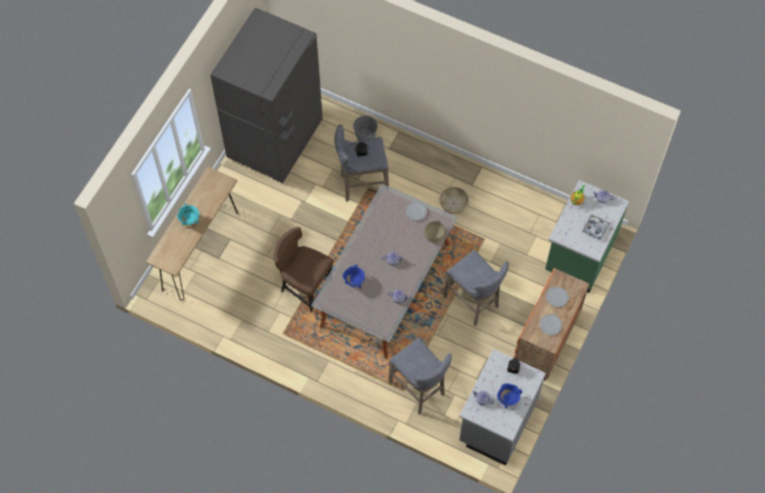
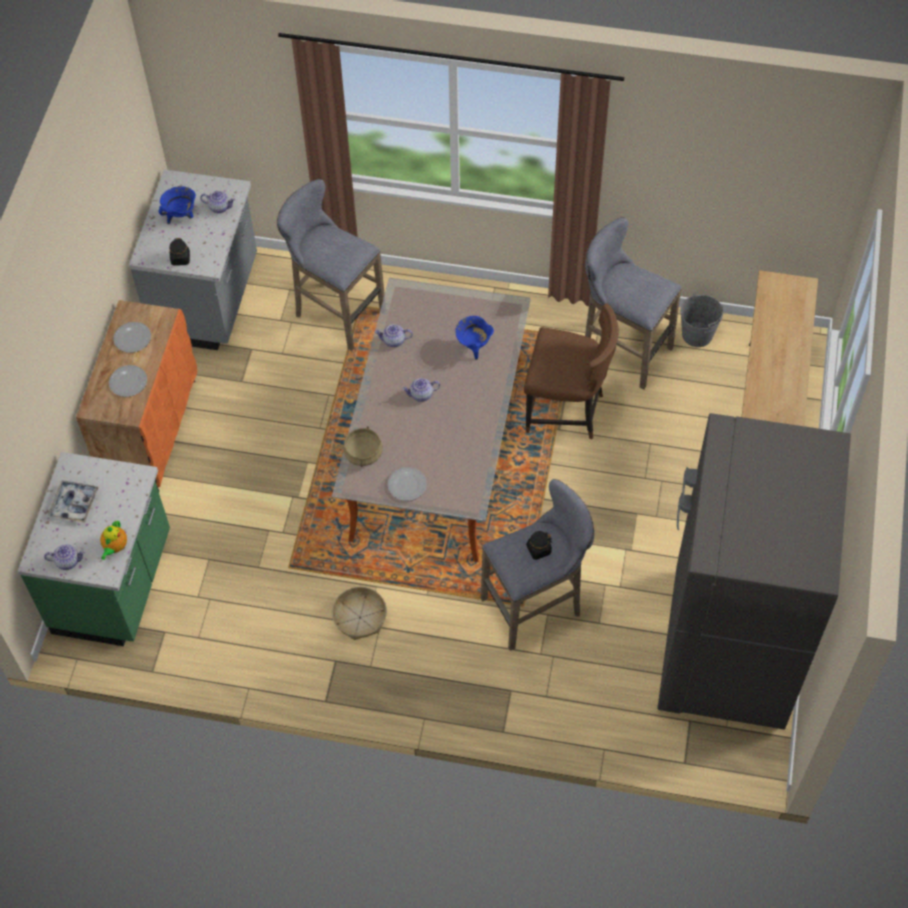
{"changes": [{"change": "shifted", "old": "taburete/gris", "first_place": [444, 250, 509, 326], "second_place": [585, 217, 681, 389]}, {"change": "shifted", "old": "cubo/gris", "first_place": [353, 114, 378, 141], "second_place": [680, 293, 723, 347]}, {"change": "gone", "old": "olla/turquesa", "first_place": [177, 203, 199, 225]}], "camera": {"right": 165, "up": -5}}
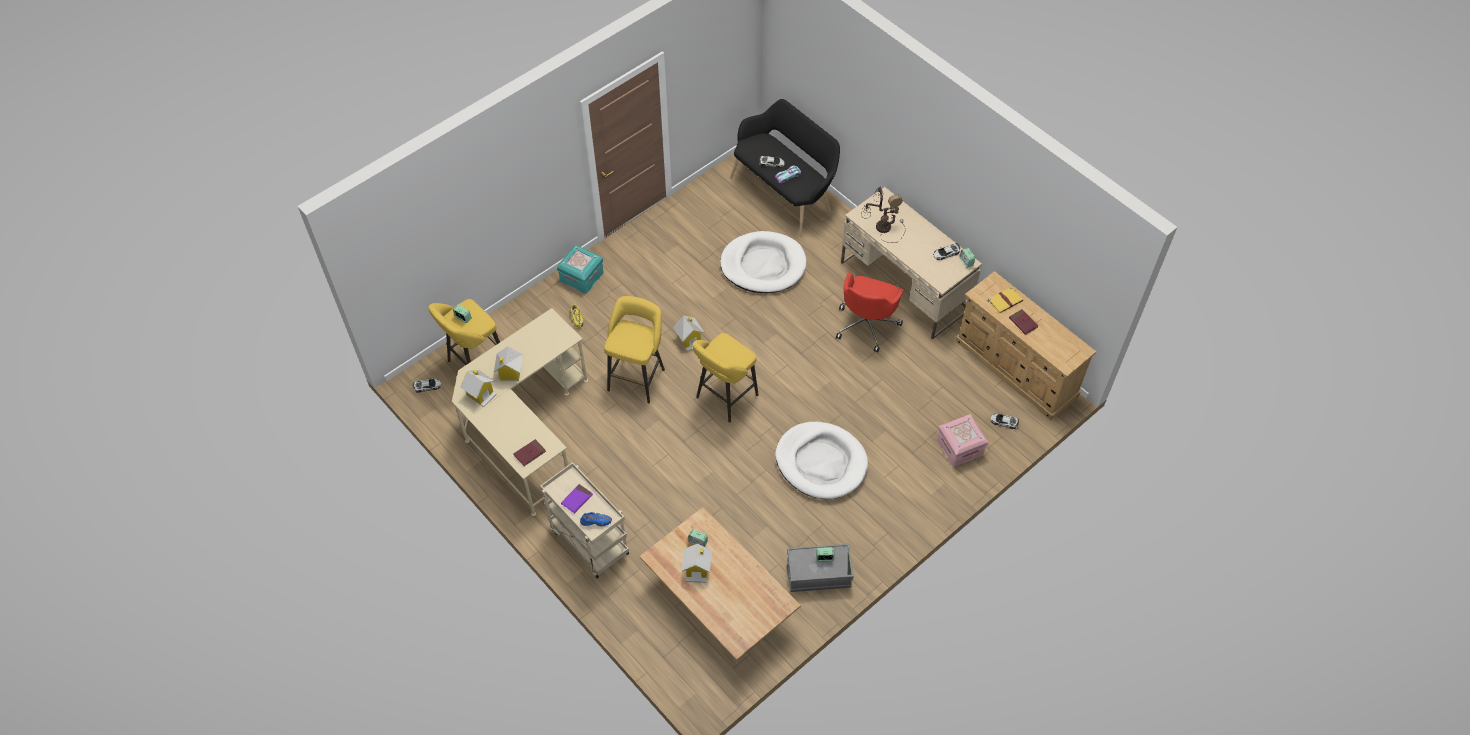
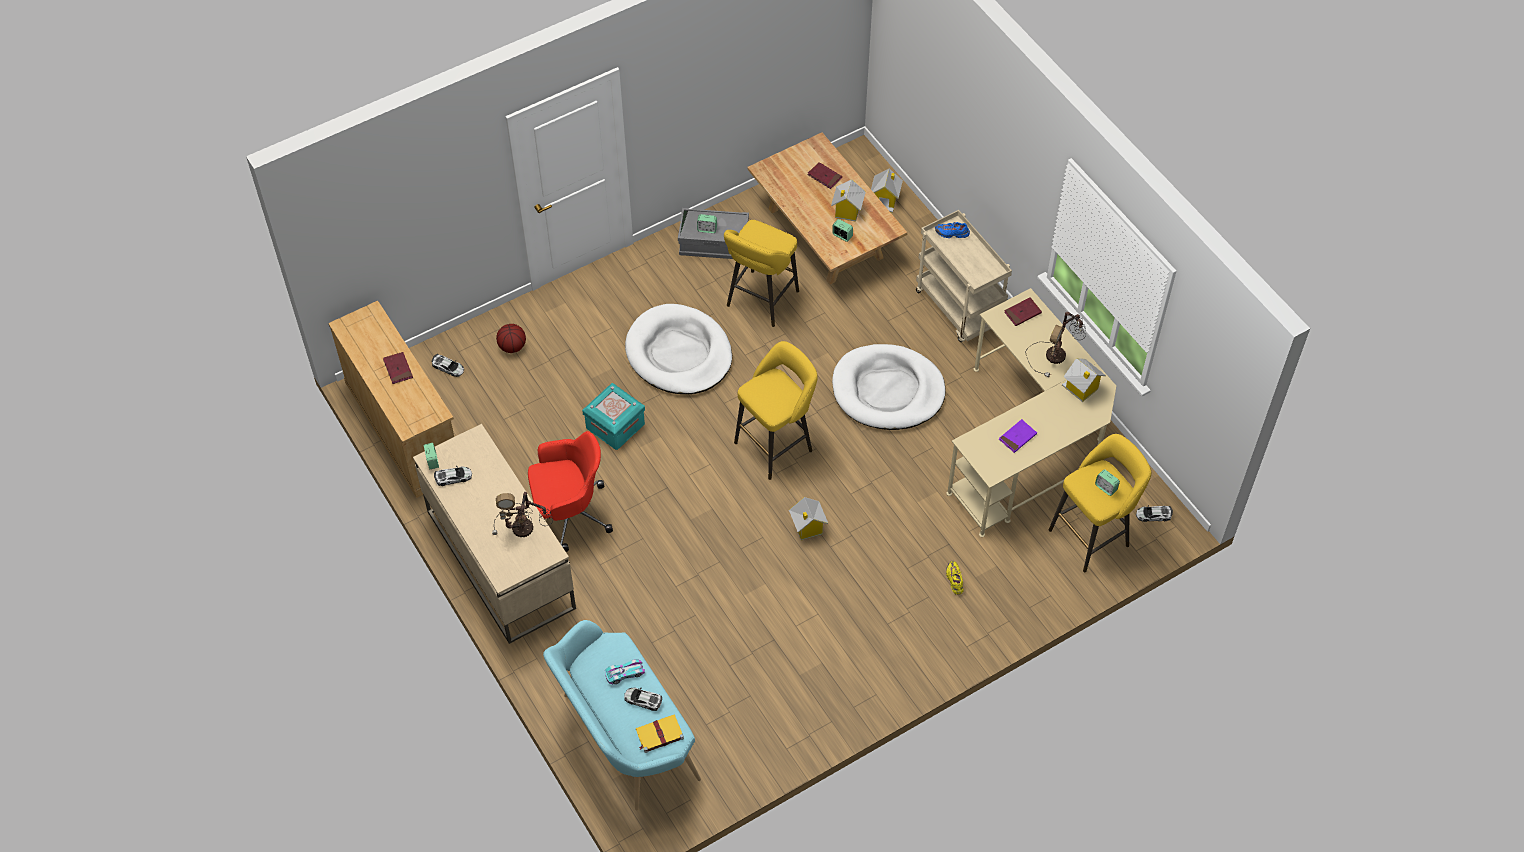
{"changes": [{"change": "swapped", "old": "caja de almacenaje/rosa", "new": "balón de baloncesto", "first_place": [937, 414, 988, 467], "second_place": [496, 324, 526, 353]}, {"change": "rotated", "old": "silla de oficina/rojo", "first_place": [836, 272, 904, 352], "second_place": [528, 431, 613, 552], "degrees": 45}, {"change": "repainted", "old": "banco/negro", "new": "banco/turquesa", "first_place": [730, 99, 840, 238], "second_place": [543, 620, 701, 811]}, {"change": "shifted", "old": "caja de almacenaje/turquesa", "first_place": [557, 245, 604, 294], "second_place": [582, 383, 645, 450]}, {"change": "shifted", "old": "libro/amarillo", "first_place": [988, 287, 1023, 313], "second_place": [636, 714, 684, 753]}, {"change": "shifted", "old": "taburete/amarillo", "first_place": [604, 296, 665, 403], "second_place": [724, 220, 799, 327]}, {"change": "new", "new": "libro/rojo", "second_place": [807, 162, 842, 189]}, {"change": "shifted", "old": "cama para perro/blanco", "first_place": [720, 231, 807, 293], "second_place": [832, 344, 946, 430]}, {"change": "shifted", "old": "casita", "first_place": [494, 347, 523, 381], "second_place": [871, 169, 903, 213]}, {"change": "shifted", "old": "libro/morado", "first_place": [561, 484, 593, 513], "second_place": [999, 419, 1037, 453]}, {"change": "new", "new": "lámpara de mesa", "second_place": [1026, 312, 1086, 377]}], "camera": {"right": -170, "up": 0}}
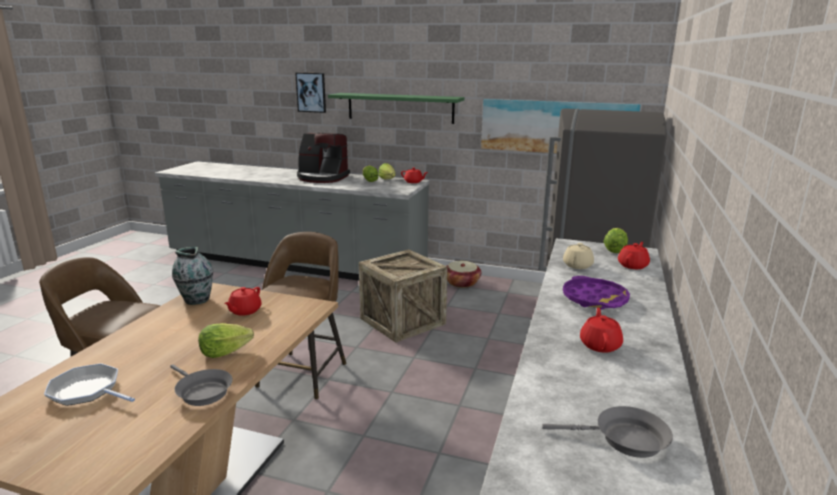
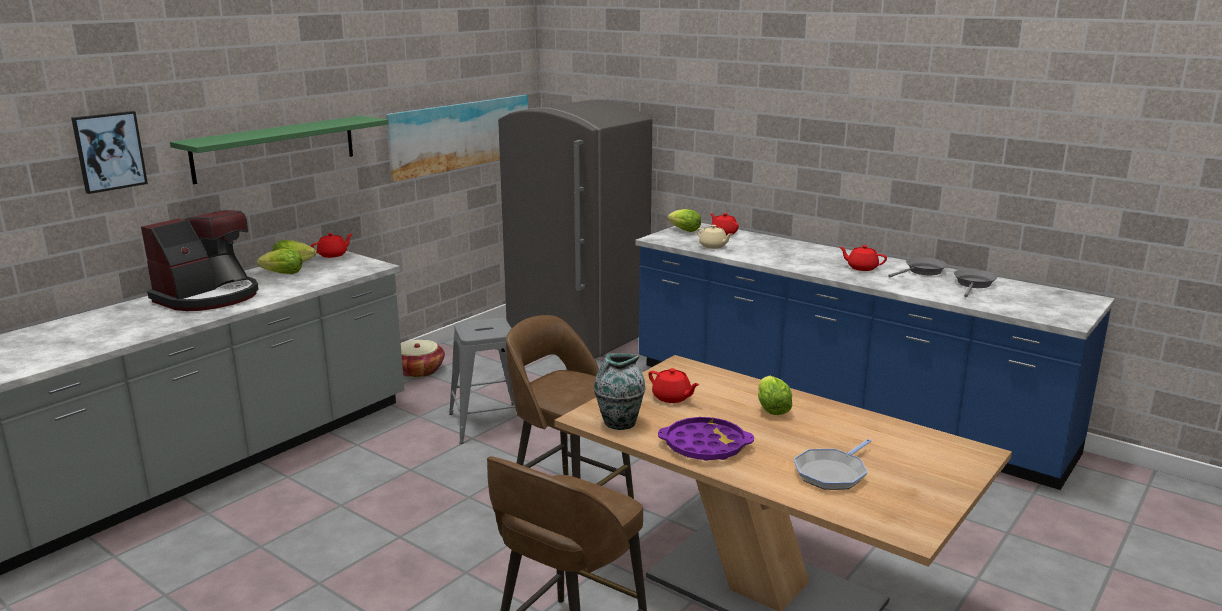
{"changes": [{"change": "swapped", "old": "caja de embalaje", "new": "taburete/gris", "first_place": [359, 249, 448, 343], "second_place": [449, 318, 524, 444]}, {"change": "shifted", "old": "bandeja/morado", "first_place": [563, 276, 630, 310], "second_place": [658, 417, 754, 461]}, {"change": "shifted", "old": "sartén/gris", "first_place": [170, 364, 233, 406], "second_place": [888, 257, 947, 278]}], "camera": {"right": -70, "up": 0}}
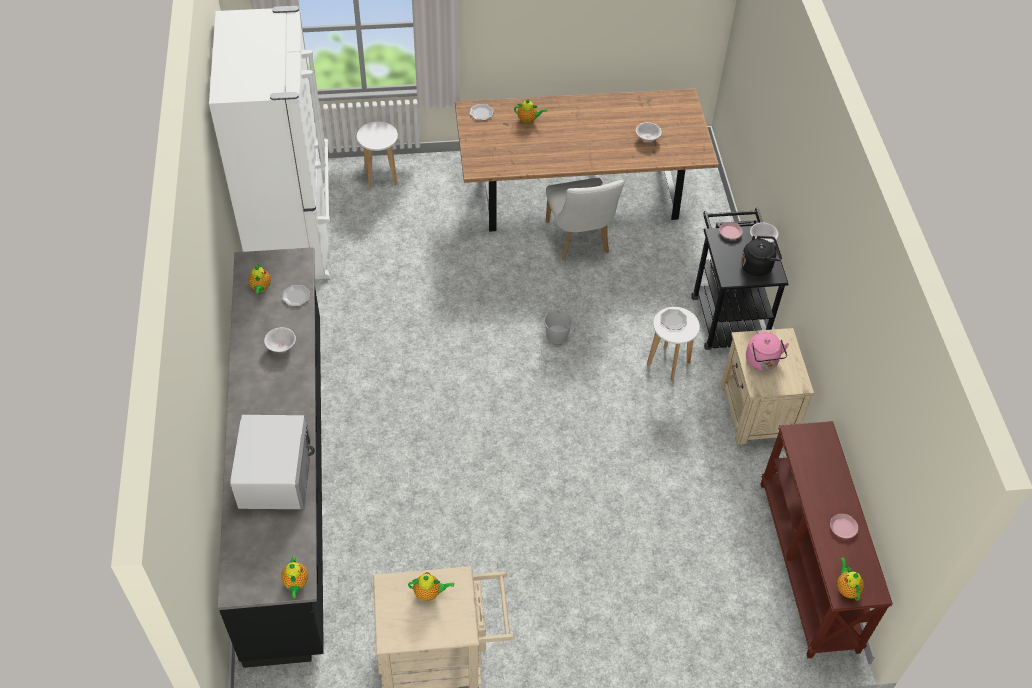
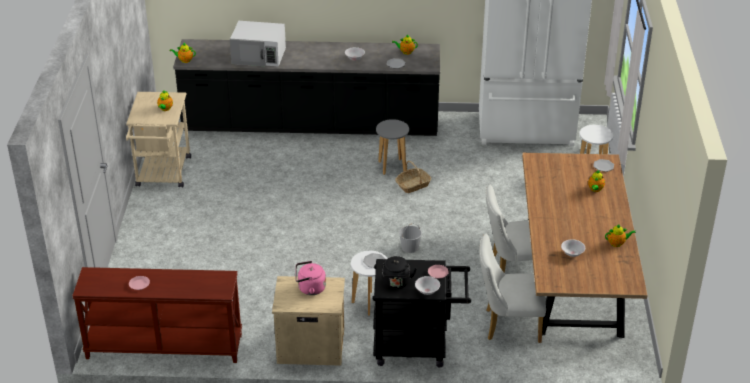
{"changes": [{"change": "new", "new": "taburete/gris", "second_place": [376, 119, 409, 175]}, {"change": "new", "new": "cesta", "second_place": [396, 161, 431, 193]}, {"change": "new", "new": "silla/blanco", "second_place": [479, 234, 546, 343]}, {"change": "shifted", "old": "tetera", "first_place": [837, 557, 864, 601], "second_place": [605, 224, 636, 247]}], "camera": {"right": 100, "up": -15}}
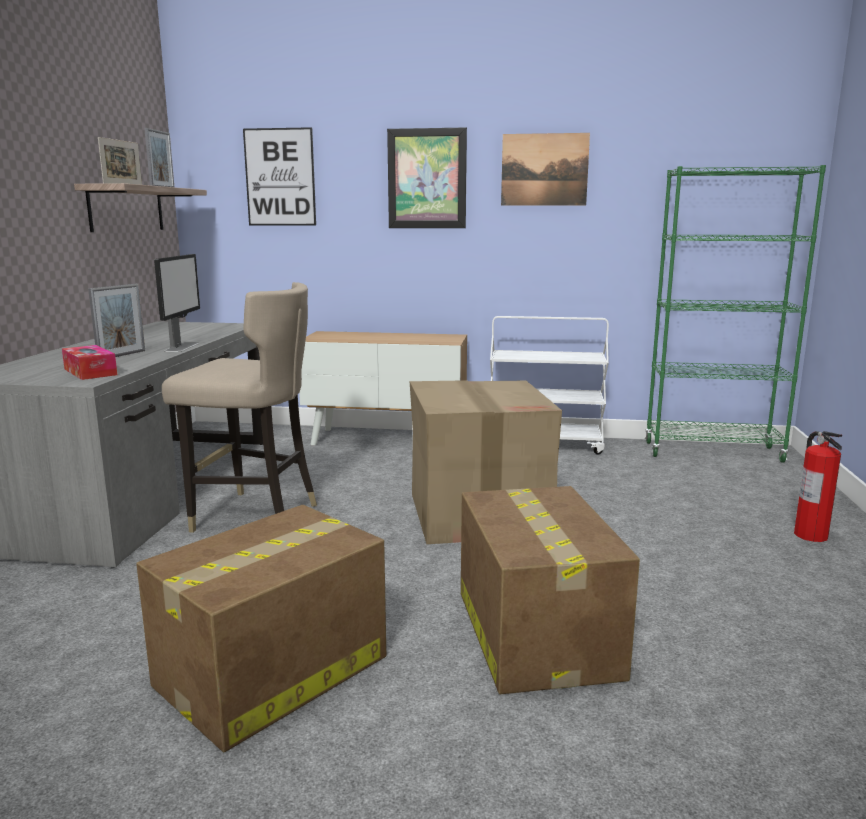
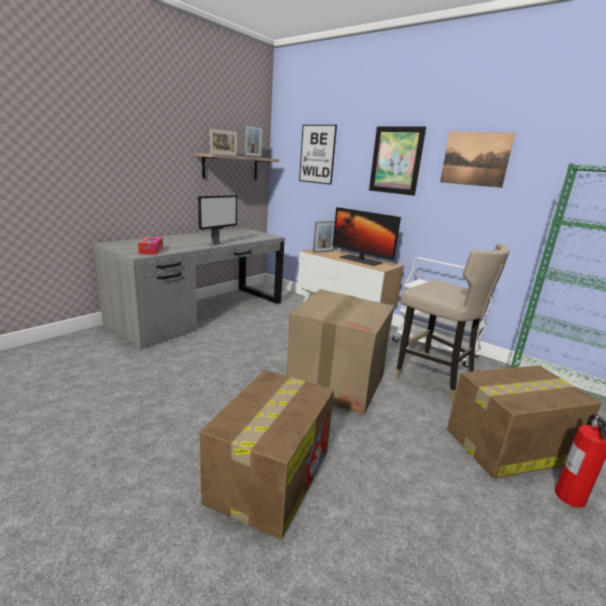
{"changes": [{"change": "shifted", "old": "portarretratos", "first_place": [88, 284, 145, 357], "second_place": [313, 221, 335, 253]}, {"change": "new", "new": "monitor", "second_place": [332, 207, 401, 266]}, {"change": "shifted", "old": "taburete/beis", "first_place": [162, 282, 317, 533], "second_place": [395, 243, 510, 401]}, {"change": "shifted", "old": "caja de cartón", "first_place": [136, 505, 386, 752], "second_place": [447, 365, 602, 479]}], "camera": {"right": 30, "up": 5}}
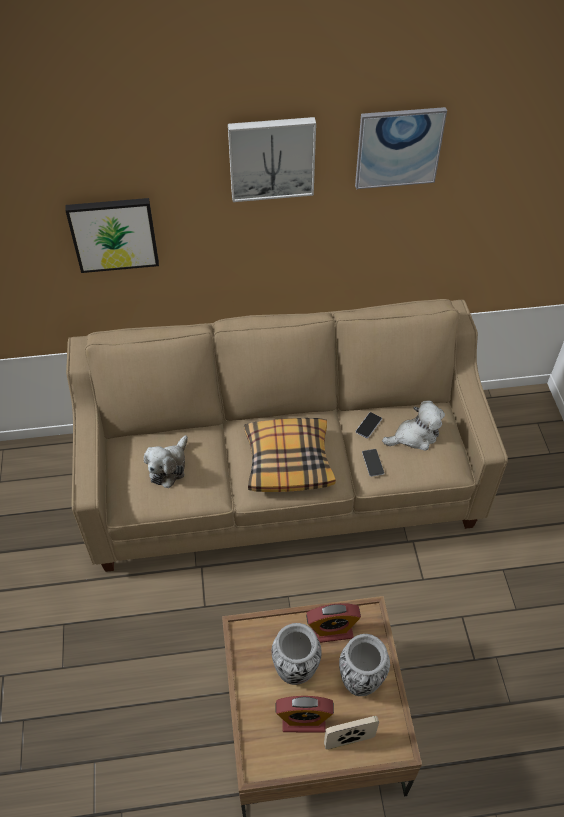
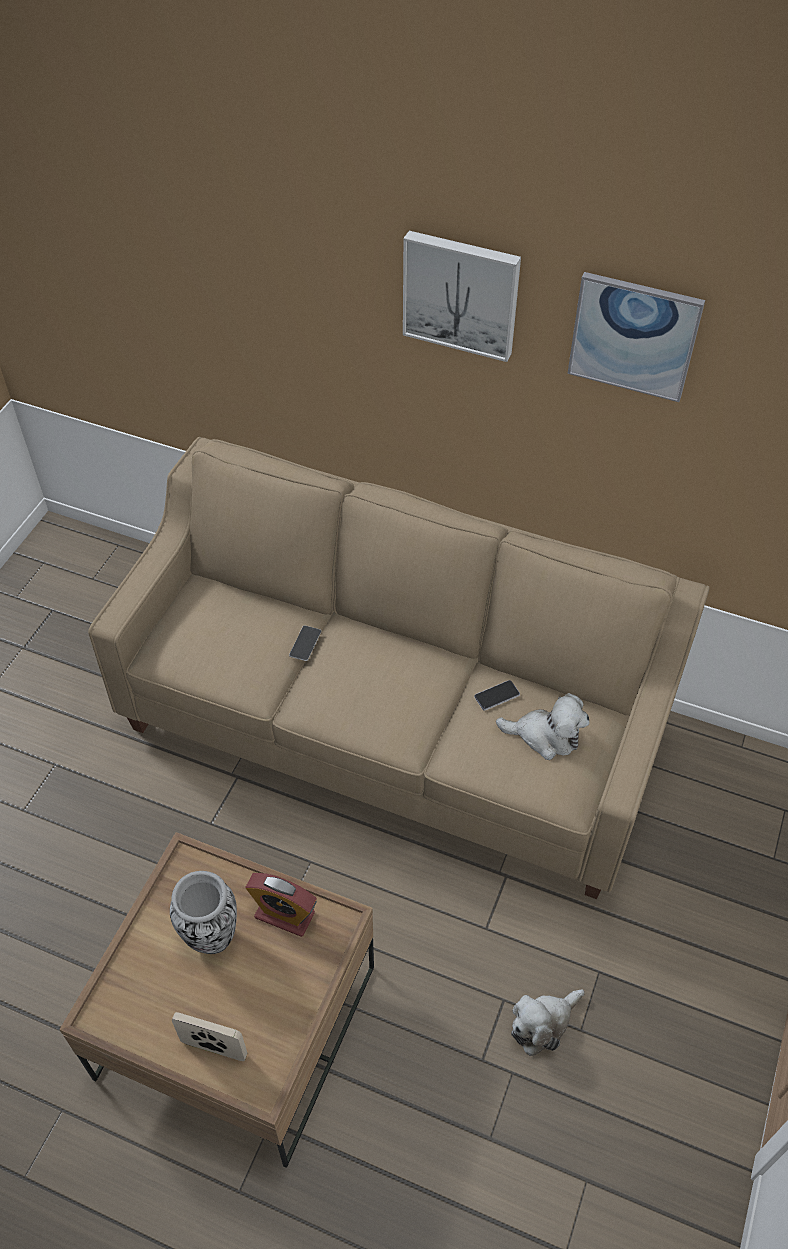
{"changes": [{"change": "shifted", "old": "móvil", "first_place": [362, 449, 384, 477], "second_place": [289, 625, 321, 661]}, {"change": "shifted", "old": "peluche", "first_place": [144, 435, 188, 488], "second_place": [511, 989, 585, 1056]}, {"change": "gone", "old": "cuadro", "first_place": [65, 198, 159, 273]}, {"change": "gone", "old": "cojín", "first_place": [244, 418, 336, 492]}, {"change": "gone", "old": "despertador", "first_place": [275, 696, 334, 733]}, {"change": "gone", "old": "florero", "first_place": [339, 634, 390, 696]}], "camera": {"right": 30, "up": 0}}
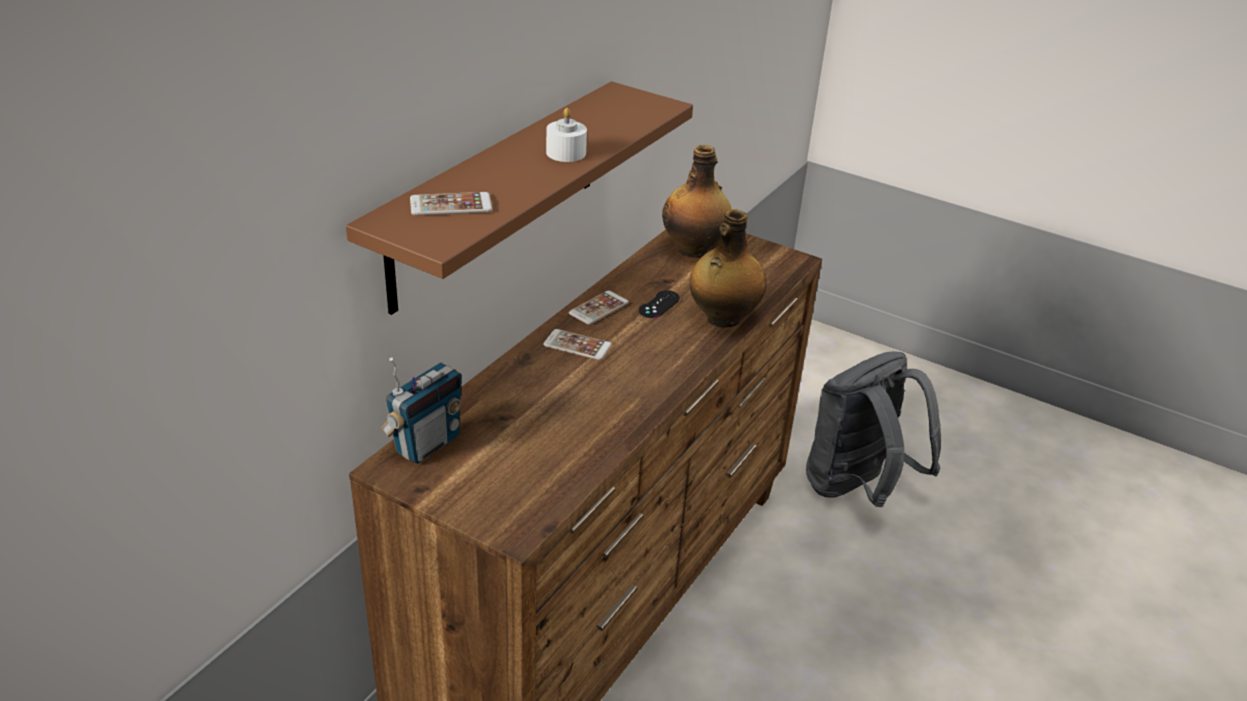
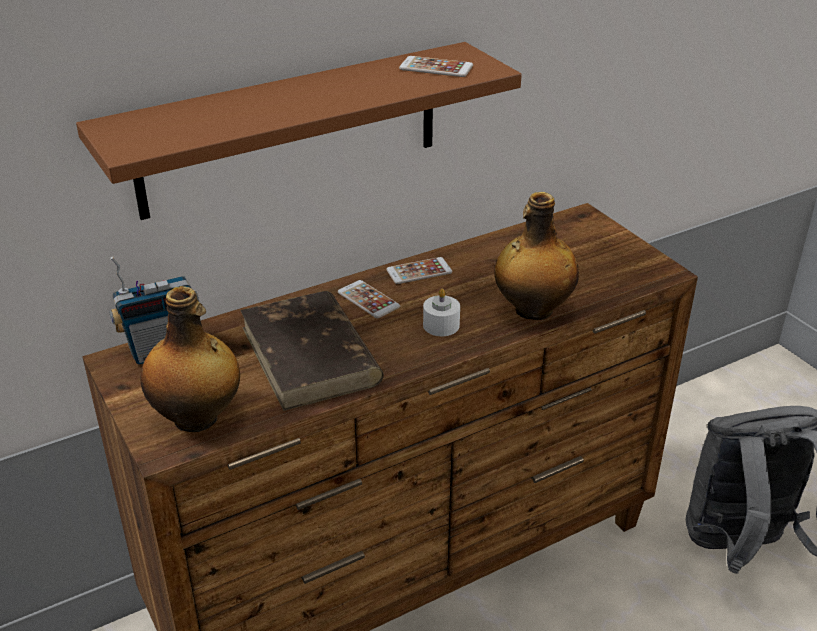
{"changes": [{"change": "shifted", "old": "botella", "first_place": [662, 145, 731, 258], "second_place": [141, 286, 240, 432]}, {"change": "new", "new": "libro/marrón", "second_place": [240, 291, 384, 411]}, {"change": "shifted", "old": "móvil", "first_place": [410, 192, 492, 216], "second_place": [399, 56, 473, 77]}, {"change": "shifted", "old": "vela/blanco", "first_place": [546, 108, 587, 162], "second_place": [423, 289, 460, 336]}, {"change": "gone", "old": "mando de consola/negro", "first_place": [639, 290, 680, 318]}], "camera": {"right": 30, "up": 0}}
